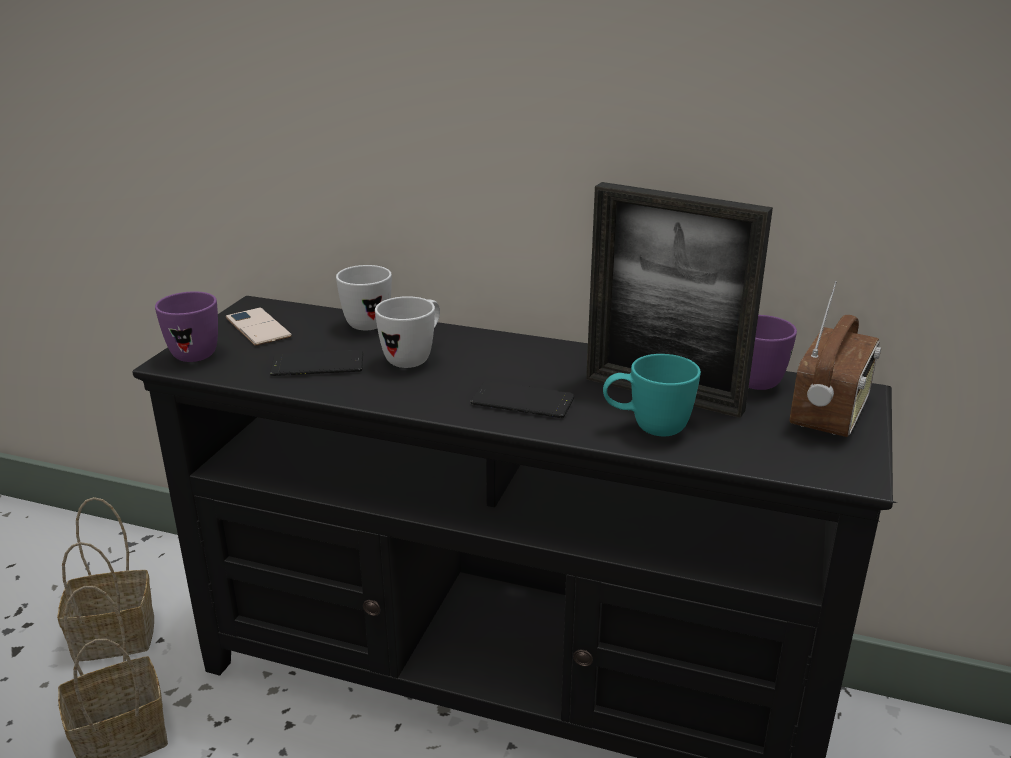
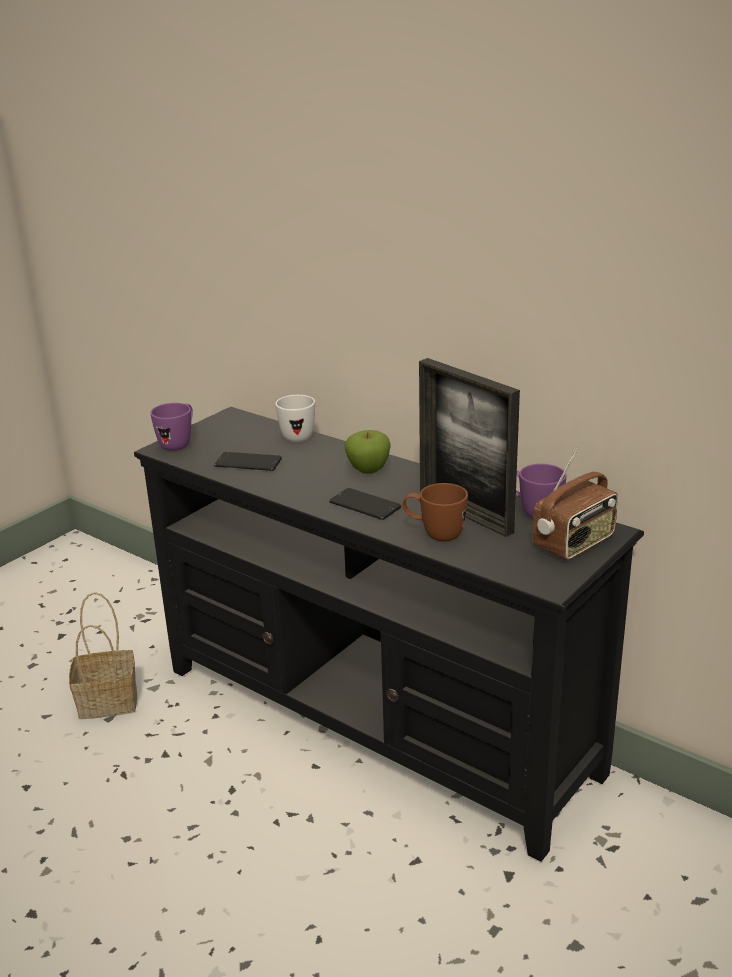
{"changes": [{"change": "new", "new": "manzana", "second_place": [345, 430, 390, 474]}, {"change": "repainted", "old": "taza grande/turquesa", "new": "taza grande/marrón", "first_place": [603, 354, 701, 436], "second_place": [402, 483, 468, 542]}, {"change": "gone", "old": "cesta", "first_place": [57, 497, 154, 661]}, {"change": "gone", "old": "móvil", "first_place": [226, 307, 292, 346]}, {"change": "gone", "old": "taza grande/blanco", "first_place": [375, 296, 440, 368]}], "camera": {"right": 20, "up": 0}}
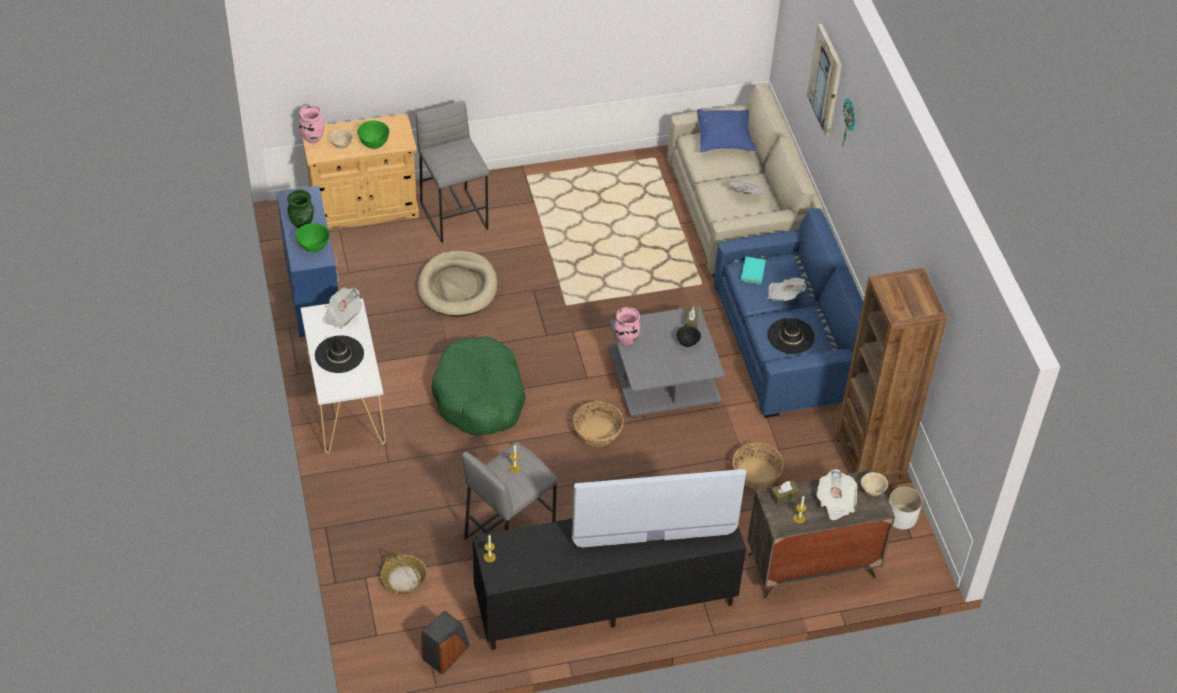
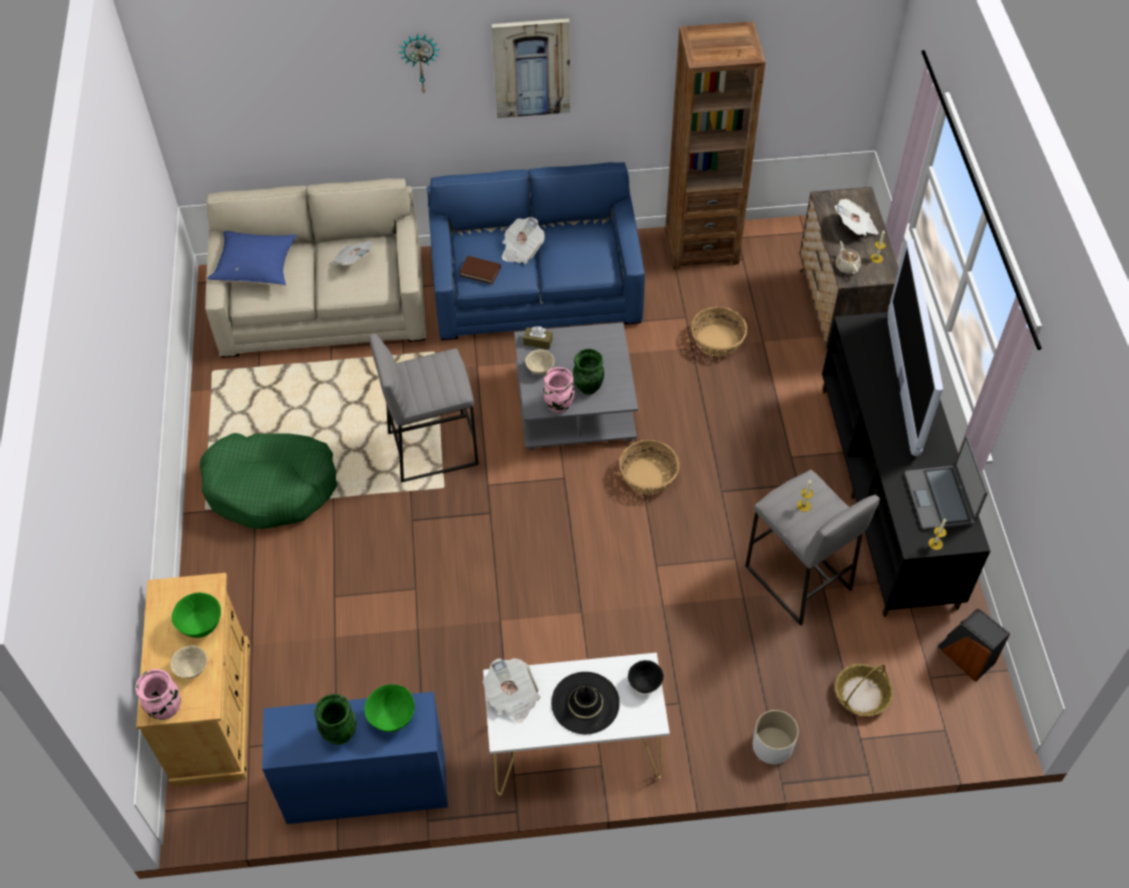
{"changes": [{"change": "shifted", "old": "cama para perro/verde", "first_place": [432, 336, 526, 436], "second_place": [200, 433, 337, 529]}, {"change": "shifted", "old": "taburete/gris", "first_place": [416, 101, 489, 243], "second_place": [370, 334, 479, 482]}, {"change": "repainted", "old": "libro/turquesa", "new": "libro/marrón", "first_place": [741, 256, 766, 284], "second_place": [459, 256, 501, 284]}, {"change": "shifted", "old": "cuadro", "first_place": [807, 24, 842, 136], "second_place": [492, 18, 570, 118]}, {"change": "shifted", "old": "cuenco/beis", "first_place": [861, 472, 888, 496], "second_place": [525, 349, 554, 375]}, {"change": "new", "new": "florero/verde", "second_place": [573, 349, 604, 395]}, {"change": "shifted", "old": "cuenco/negro", "first_place": [676, 326, 701, 347], "second_place": [628, 660, 664, 693]}, {"change": "shifted", "old": "maceta/blanco", "first_place": [889, 487, 922, 529], "second_place": [753, 710, 799, 765]}, {"change": "swapped", "old": "caja de pañuelos/marrón", "new": "tetera/beis", "first_place": [770, 481, 799, 505], "second_place": [835, 241, 861, 274]}, {"change": "new", "new": "portátil", "second_place": [904, 436, 988, 530]}, {"change": "gone", "old": "cama para perro/beis", "first_place": [418, 251, 498, 317]}, {"change": "gone", "old": "sombrero/negro", "first_place": [768, 318, 815, 354]}], "camera": {"right": -80, "up": 5}}
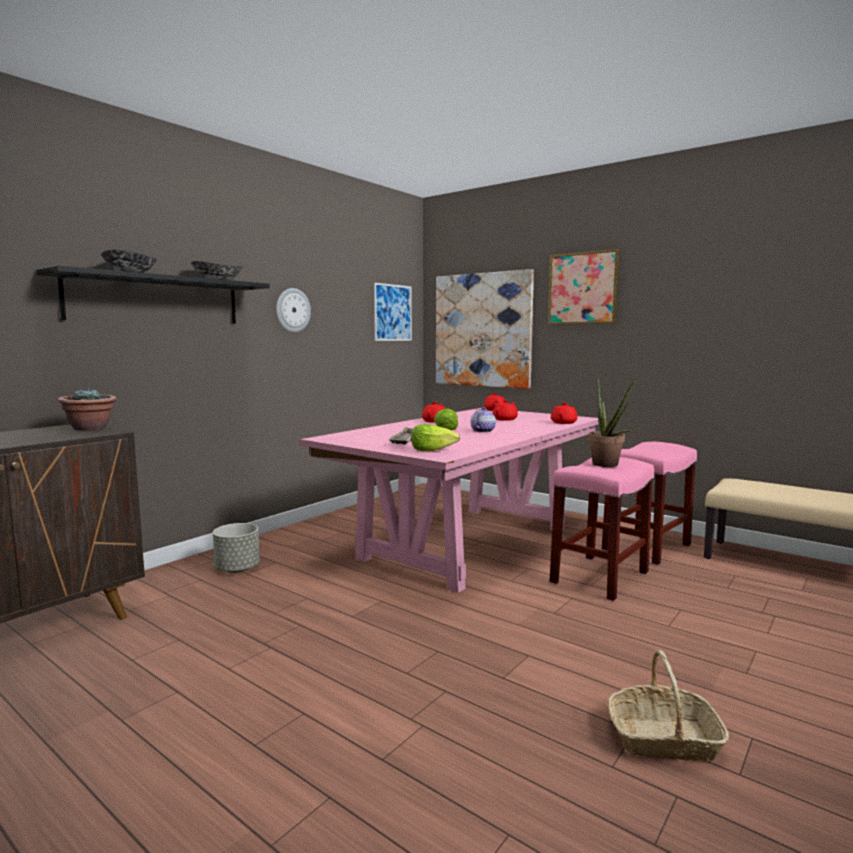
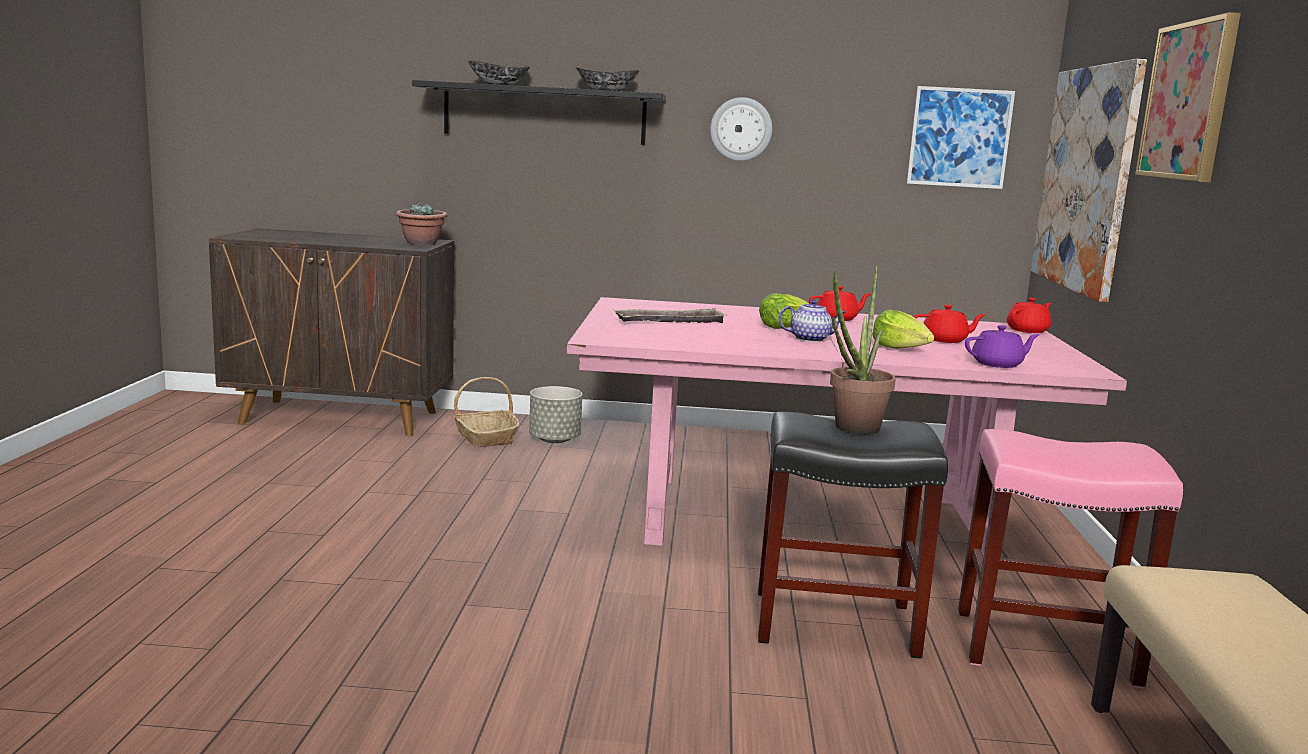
{"changes": [{"change": "shifted", "old": "cesta", "first_place": [607, 650, 729, 762], "second_place": [454, 377, 520, 447]}, {"change": "repainted", "old": "taburete/rosa", "new": "taburete/negro", "first_place": [550, 457, 654, 602], "second_place": [758, 412, 948, 658]}, {"change": "shifted", "old": "lechuga", "first_place": [411, 424, 460, 451], "second_place": [872, 309, 934, 349]}, {"change": "repainted", "old": "tetera/rojo", "new": "tetera/morado", "first_place": [551, 403, 577, 424], "second_place": [965, 325, 1040, 368]}], "camera": {"right": 55, "up": 5}}
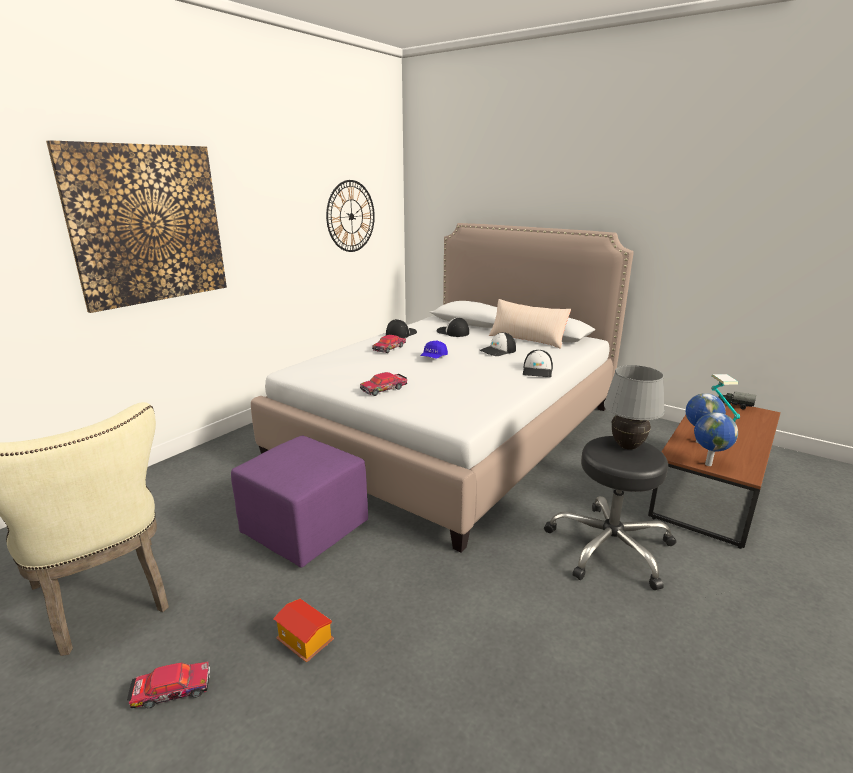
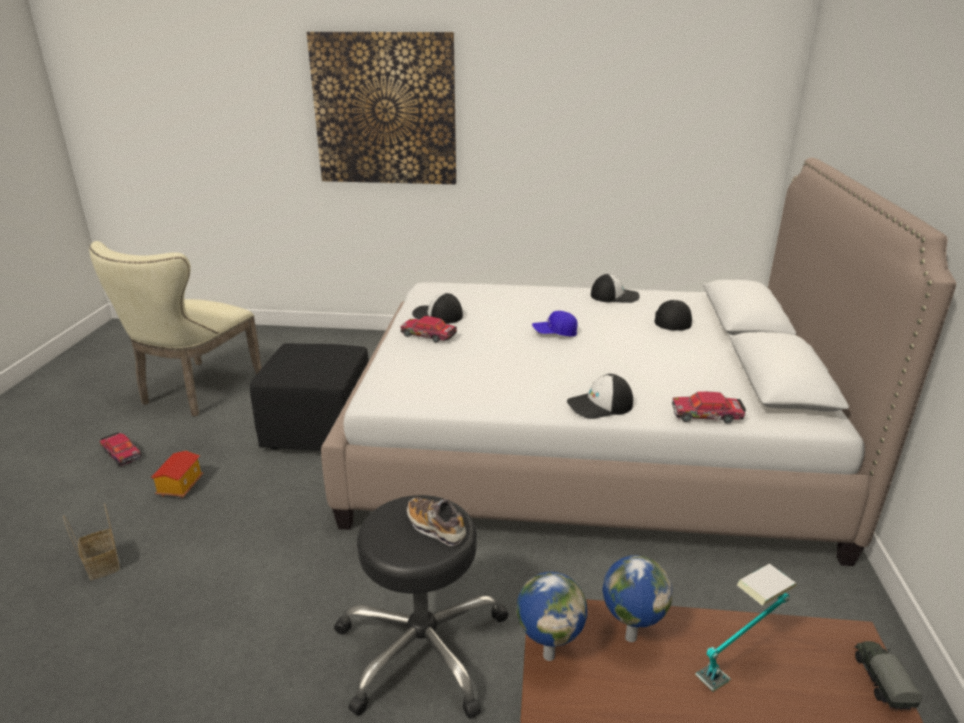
{"changes": [{"change": "new", "new": "cesta", "second_place": [63, 503, 120, 580]}, {"change": "repainted", "old": "puf/morado", "new": "puf/negro", "first_place": [231, 436, 368, 568], "second_place": [250, 343, 369, 451]}, {"change": "swapped", "old": "lámpara de mesa/gris", "new": "zapato", "first_place": [604, 365, 665, 450], "second_place": [406, 497, 466, 546]}, {"change": "shifted", "old": "gorra", "first_place": [480, 332, 516, 356], "second_place": [412, 293, 463, 324]}, {"change": "shifted", "old": "coche de juguete", "first_place": [372, 335, 406, 353], "second_place": [672, 392, 746, 424]}, {"change": "gone", "old": "reloj de pared", "first_place": [326, 180, 375, 252]}, {"change": "gone", "old": "cojín/beis", "first_place": [489, 299, 571, 349]}], "camera": {"right": 60, "up": 5}}
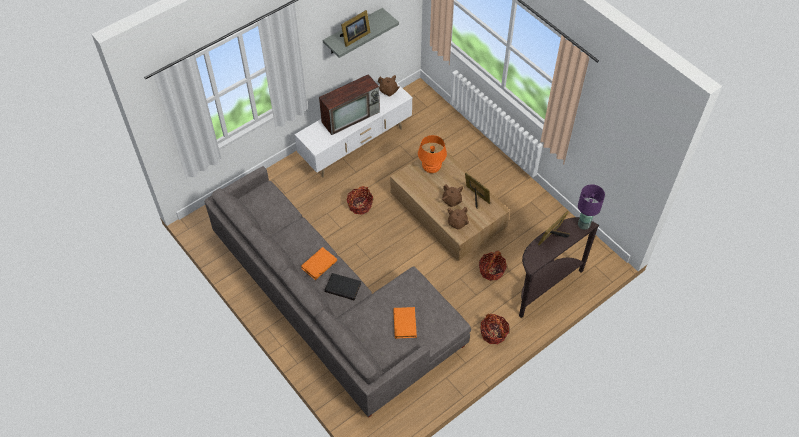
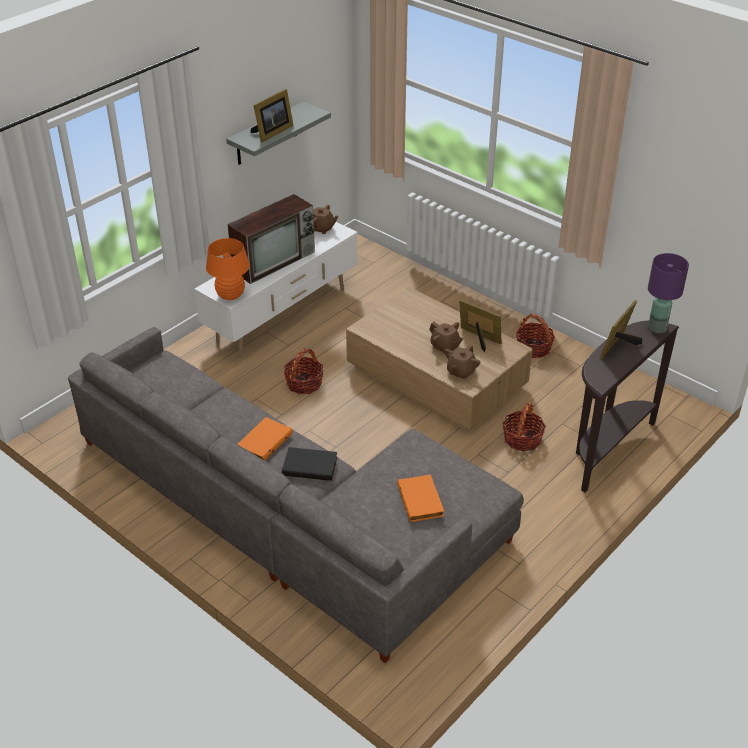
{"changes": [{"change": "shifted", "old": "lámpara de mesa/naranja", "first_place": [418, 135, 447, 173], "second_place": [206, 238, 250, 300]}, {"change": "shifted", "old": "cesta", "first_place": [480, 314, 509, 344], "second_place": [516, 314, 555, 358]}], "camera": {"right": -10, "up": -15}}
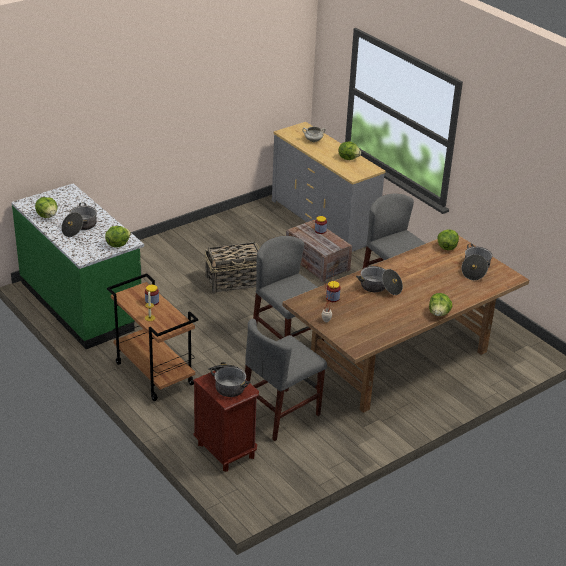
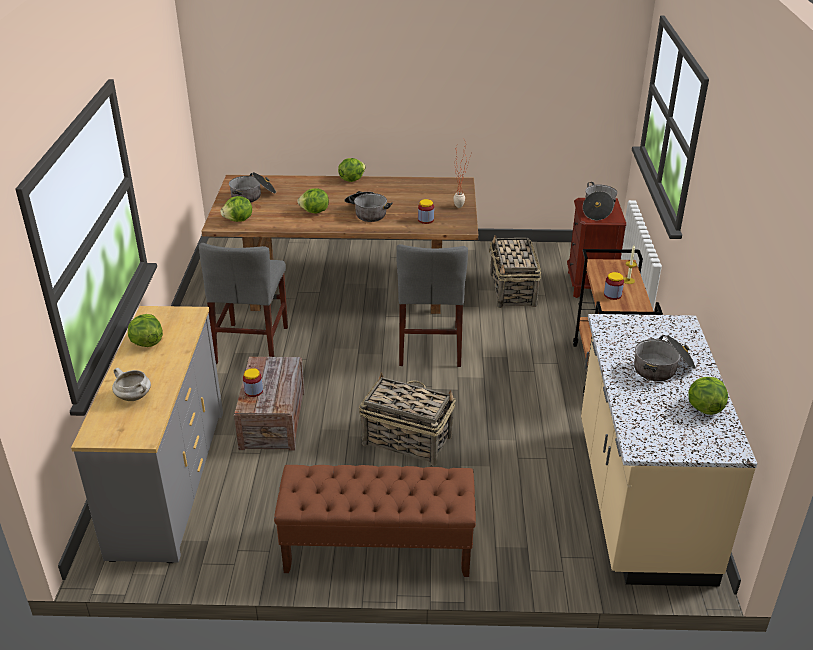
{"changes": [{"change": "new", "new": "banco/marrón", "second_place": [274, 465, 476, 577]}, {"change": "shifted", "old": "lechuga", "first_place": [105, 226, 131, 247], "second_place": [297, 188, 329, 214]}, {"change": "swapped", "old": "silla/gris", "new": "cesta", "first_place": [245, 319, 327, 441], "second_place": [489, 235, 541, 308]}, {"change": "repainted", "old": "mueble bajo de cocina/verde", "new": "mueble bajo de cocina/beis", "first_place": [11, 183, 144, 349], "second_place": [581, 314, 757, 587]}], "camera": {"right": -140, "up": 0}}
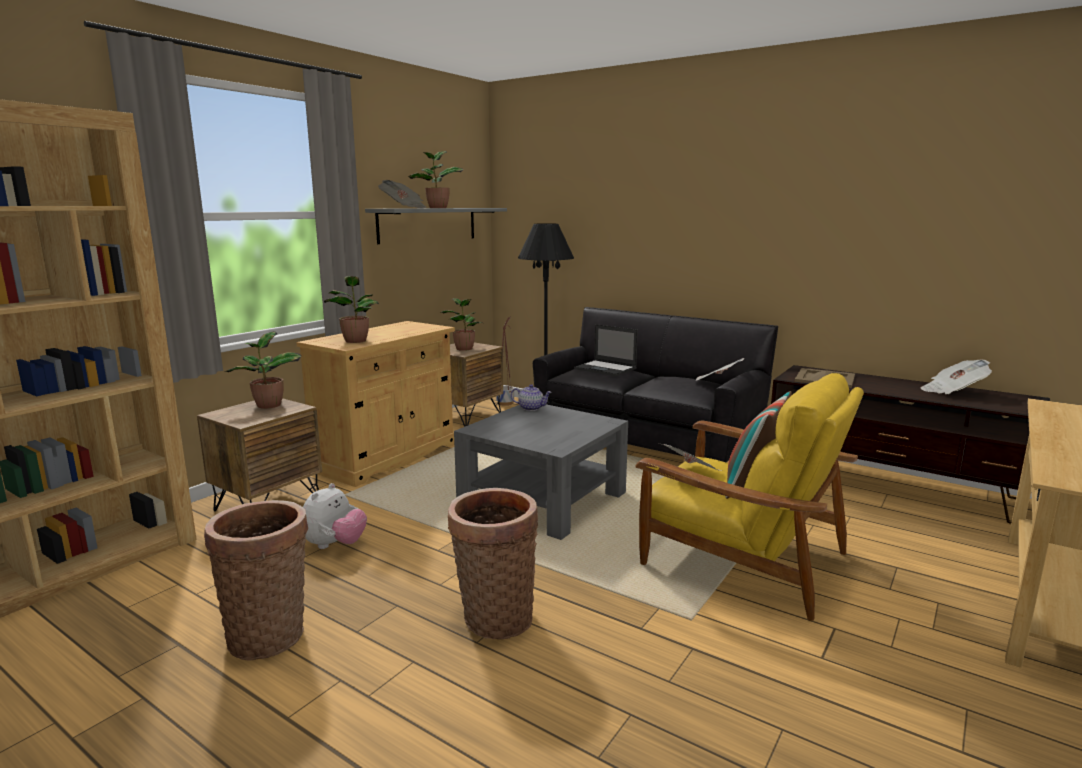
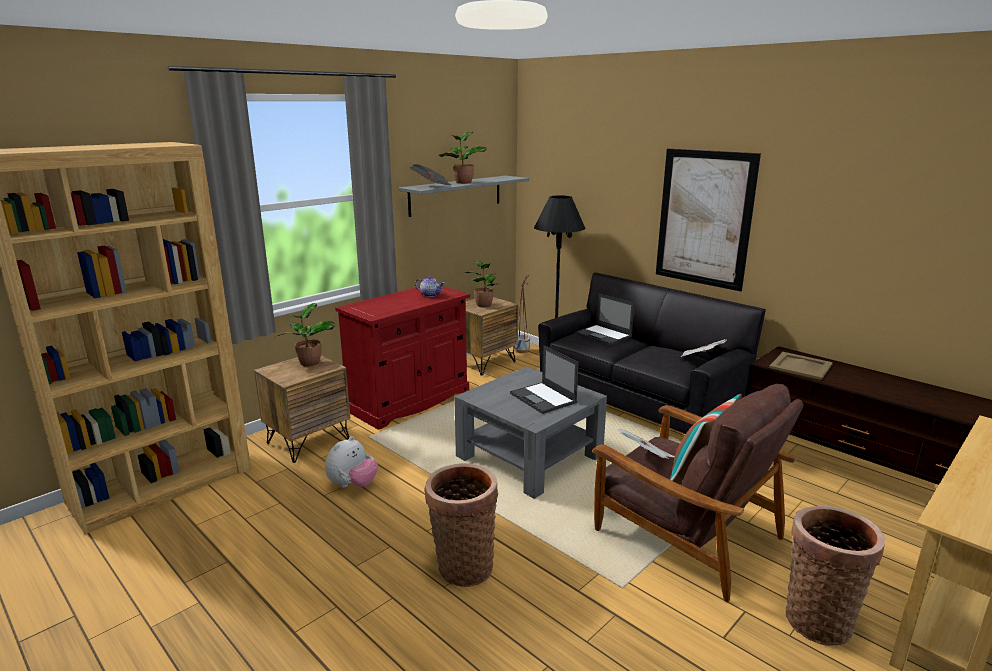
{"changes": [{"change": "repainted", "old": "armario/beis", "new": "armario/rojo", "first_place": [296, 321, 455, 487], "second_place": [335, 286, 470, 430]}, {"change": "shifted", "old": "tetera", "first_place": [511, 384, 552, 411], "second_place": [415, 276, 444, 297]}, {"change": "new", "new": "portátil", "second_place": [510, 345, 579, 414]}, {"change": "repainted", "old": "sillón/amarillo", "new": "sillón/marrón", "first_place": [635, 373, 864, 621], "second_place": [592, 384, 804, 602]}, {"change": "new", "new": "cuadro", "second_place": [656, 148, 761, 291]}, {"change": "shifted", "old": "cesta", "first_place": [204, 500, 308, 660], "second_place": [786, 506, 885, 646]}, {"change": "gone", "old": "planta en maceta", "first_place": [324, 276, 379, 343]}, {"change": "gone", "old": "periódico", "first_place": [921, 360, 992, 394]}], "camera": {"right": 10, "up": 5}}
